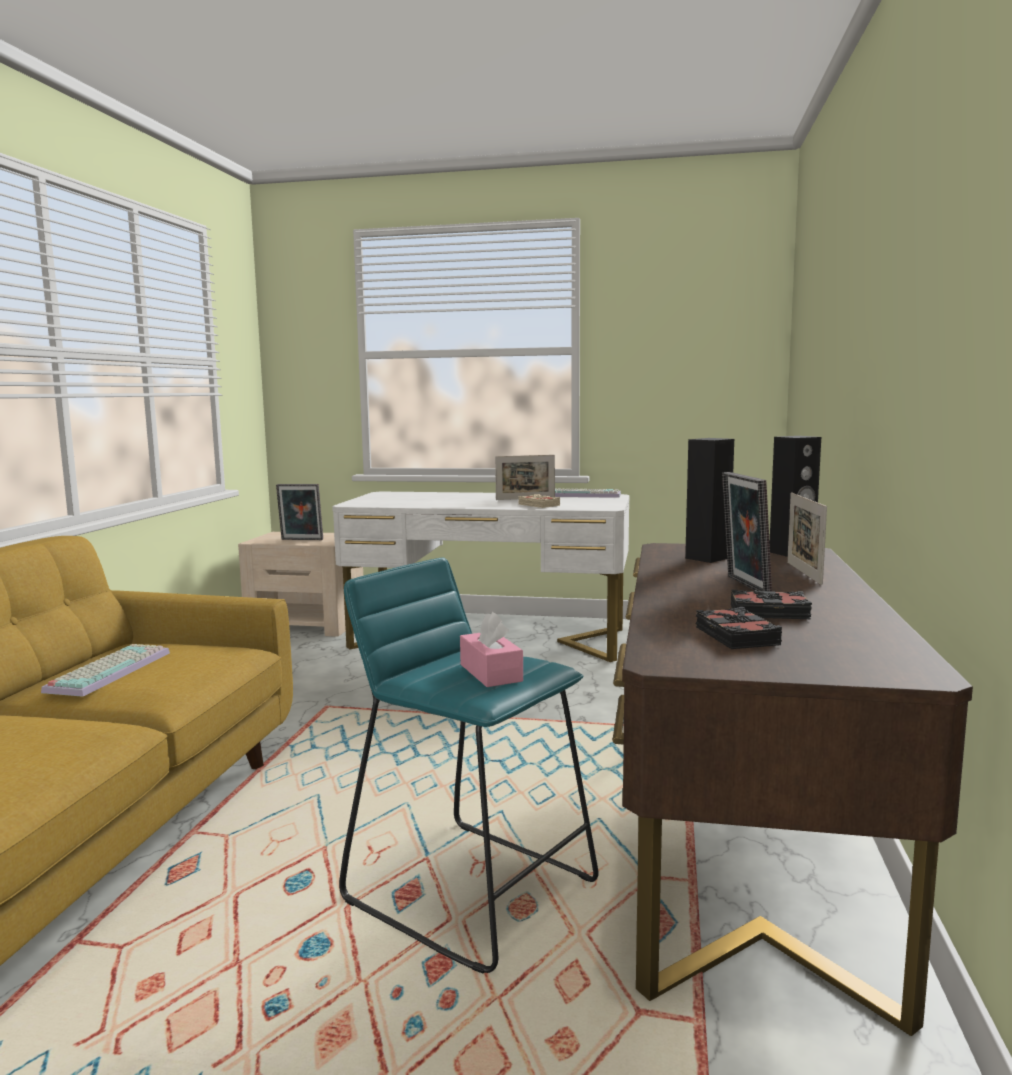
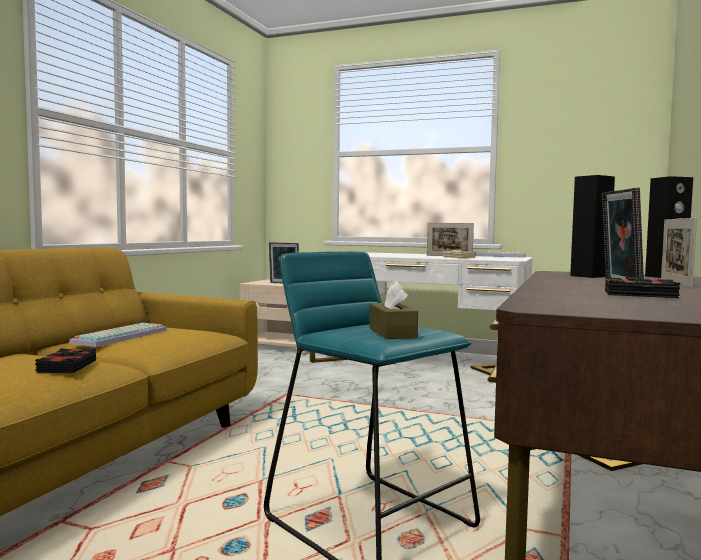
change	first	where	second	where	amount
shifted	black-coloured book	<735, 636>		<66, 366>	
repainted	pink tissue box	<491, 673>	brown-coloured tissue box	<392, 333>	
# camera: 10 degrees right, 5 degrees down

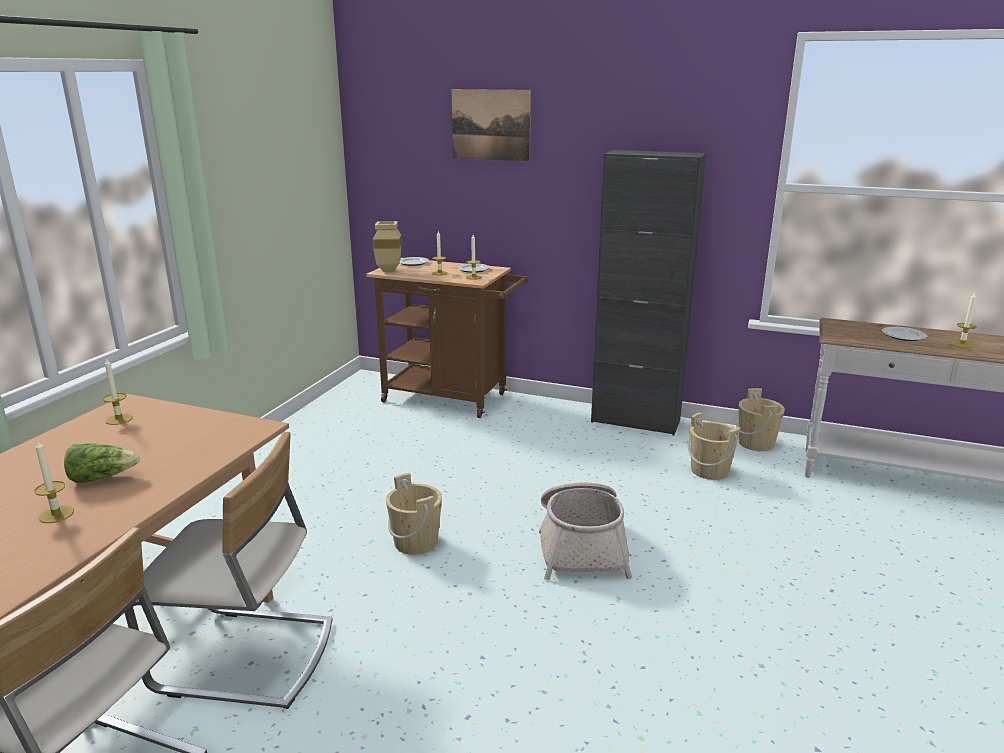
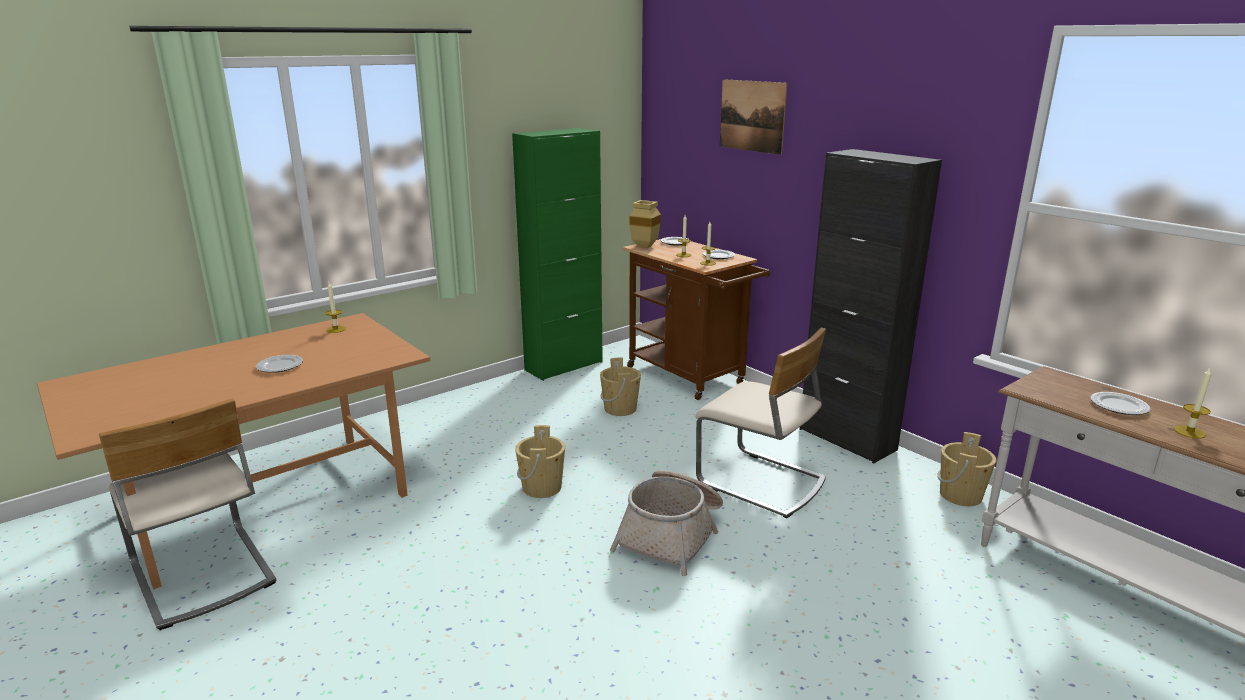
change	first	where	second	where	amount
swapped	lettuce head	<102, 478>	plate	<280, 366>	
new			green-coloured cupboard	<564, 366>	
shifted	beige water bucket	<709, 470>		<620, 409>	
shifted	beige plain chair	<244, 657>		<760, 482>	
gone	wax light	<56, 514>			
# camera: 30 degrees right, 0 degrees up

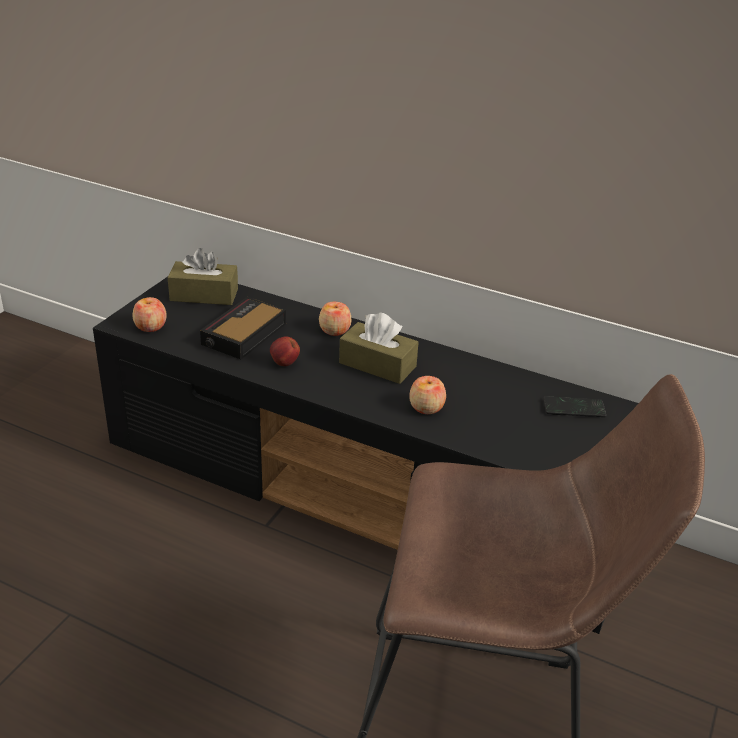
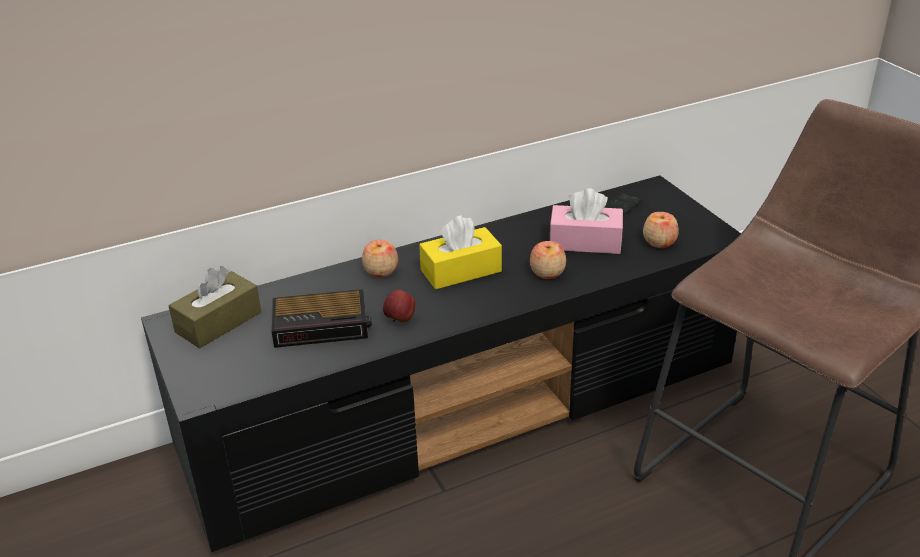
change	first	where	second	where	amount
rotated	bedside clock	<243, 335>		<323, 325>	75 degrees counterclockwise
repainted	brown-coloured tissue box	<377, 365>	yellow-coloured tissue box	<461, 271>	
new			pink tissue box	<585, 242>	
shifted	apple fruit	<150, 326>		<659, 242>	
# camera: 50 degrees left, 0 degrees up

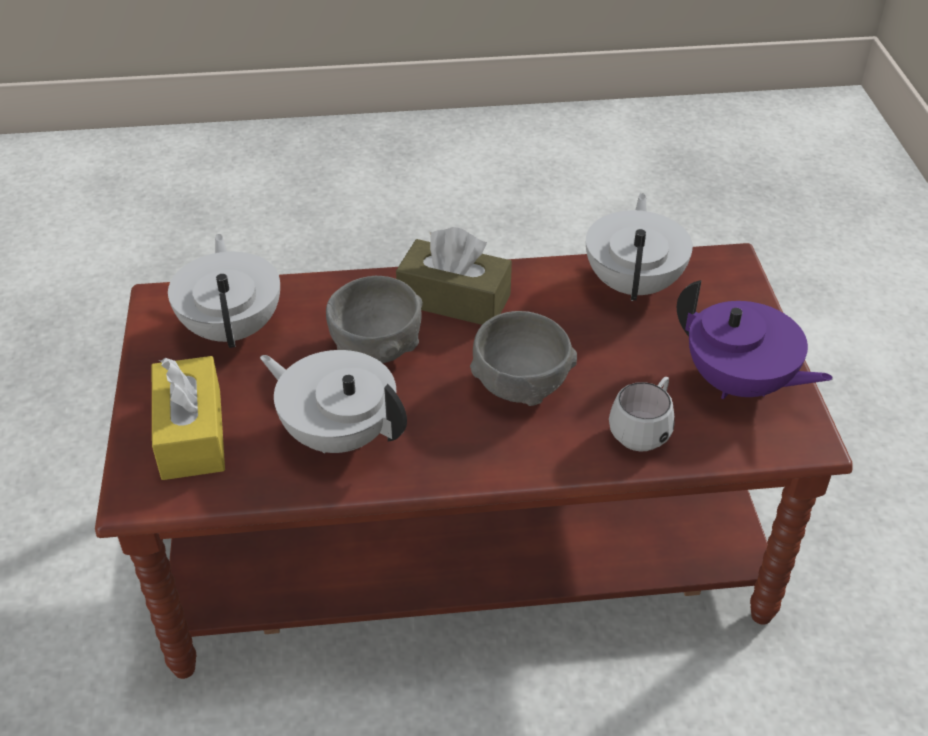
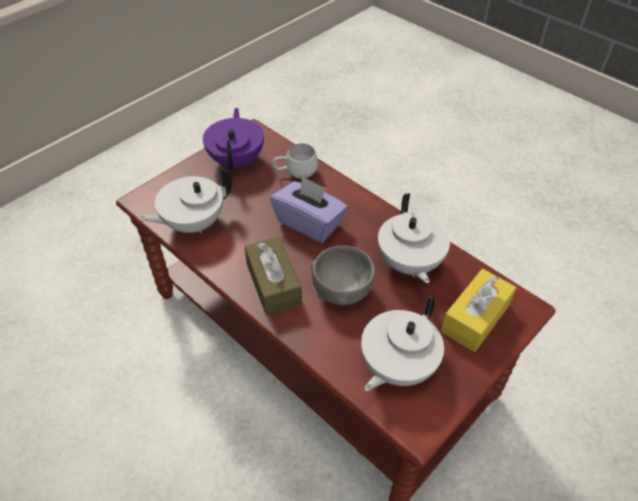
change	first	where	second	where	amount
swapped	grey bowl	<520, 384>	purple-coloured tissue box	<310, 223>	
# camera: 130 degrees left, 5 degrees up

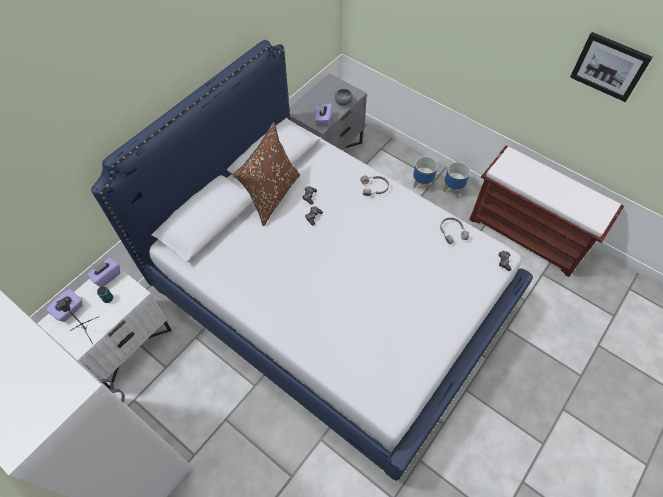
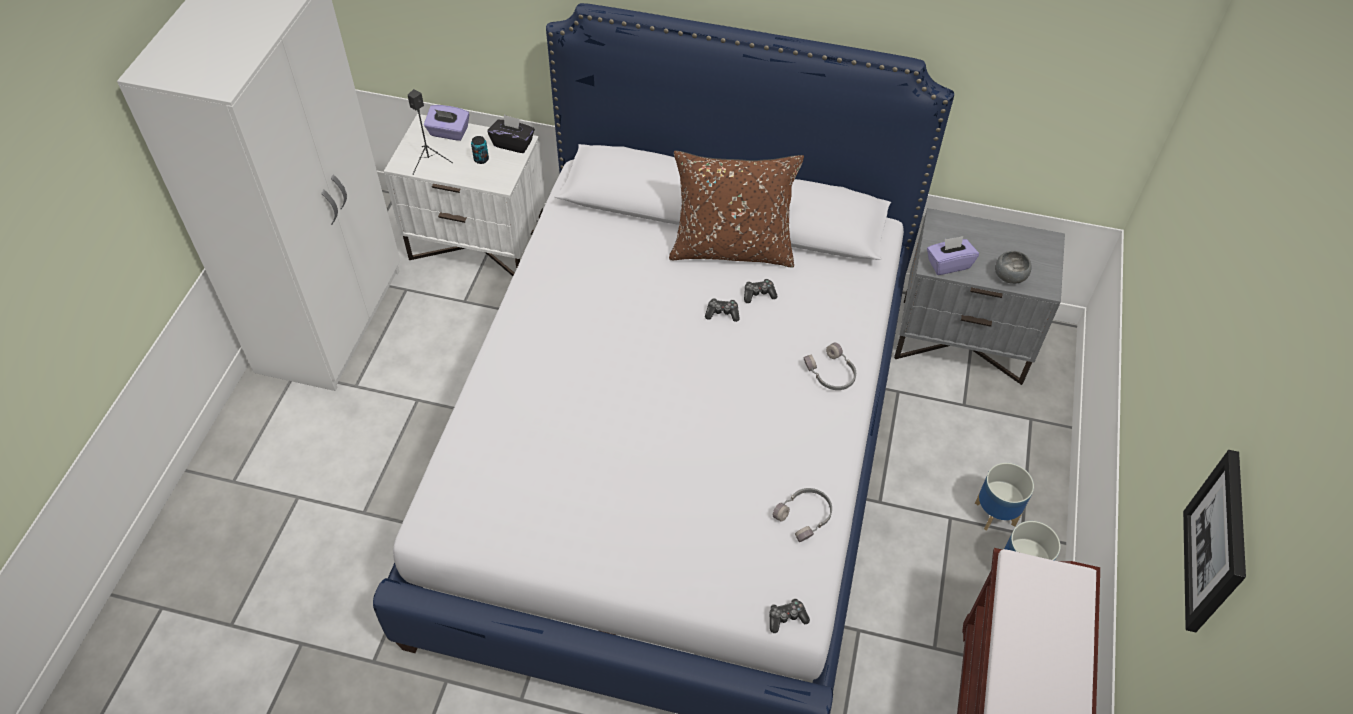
change	first	where	second	where	amount
repainted	purple-coloured tissue box	<107, 276>	black-coloured tissue box	<513, 143>	
# camera: 65 degrees right, 5 degrees down

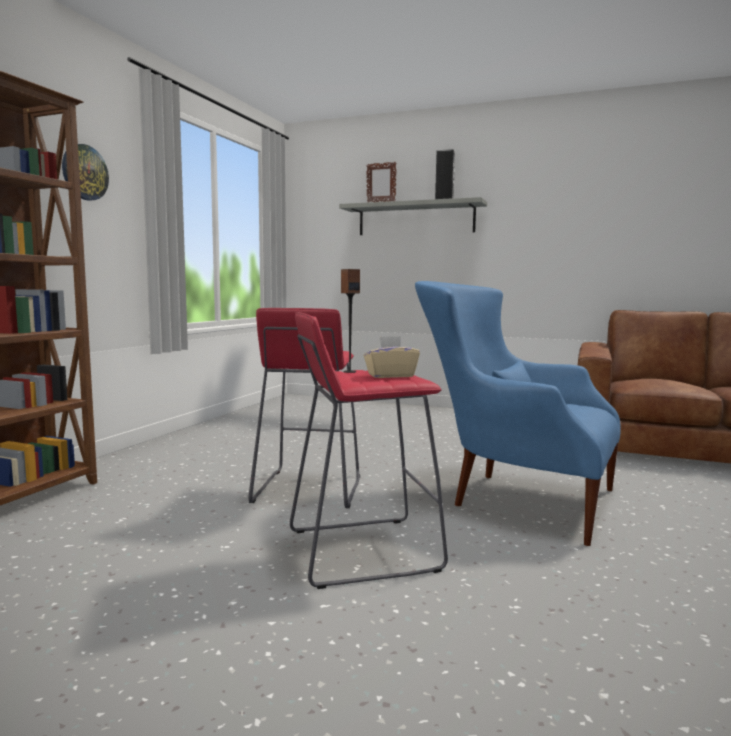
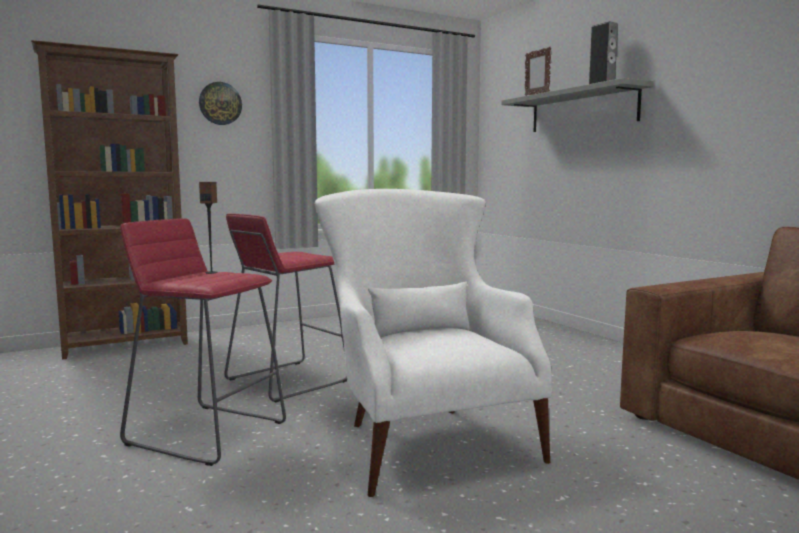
change	first	where	second	where	amount
repainted	blue-coloured armchair	<510, 497>	white armchair	<421, 434>	
gone	beige tissue box	<390, 375>			
# camera: 40 degrees right, 0 degrees up

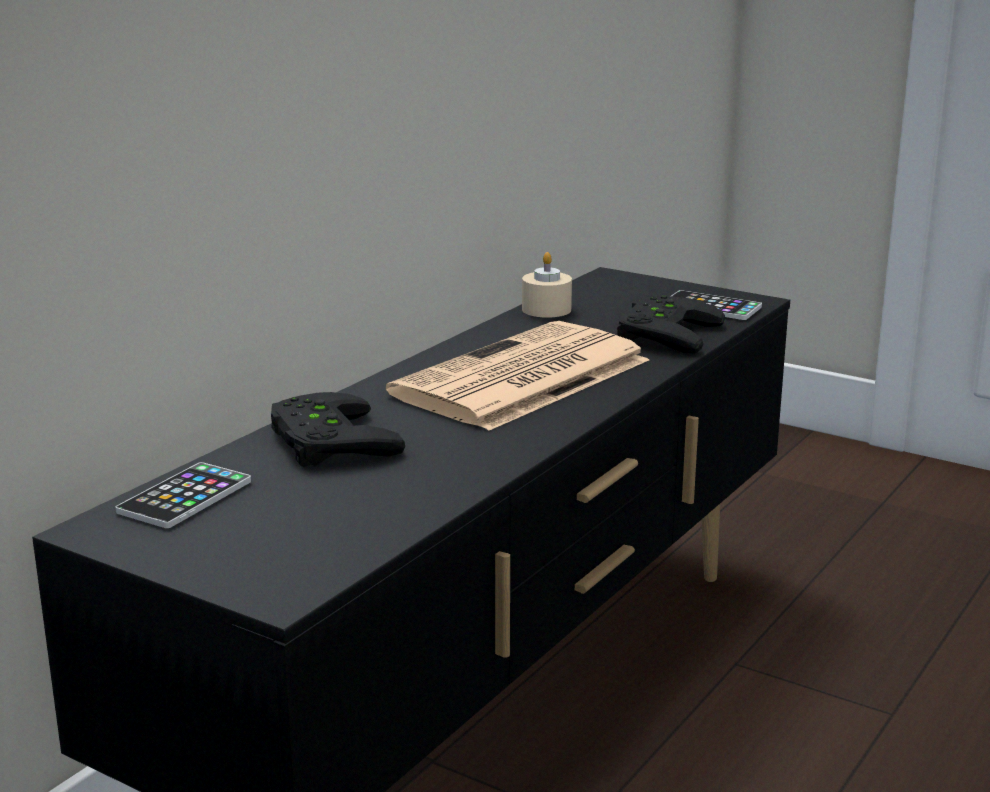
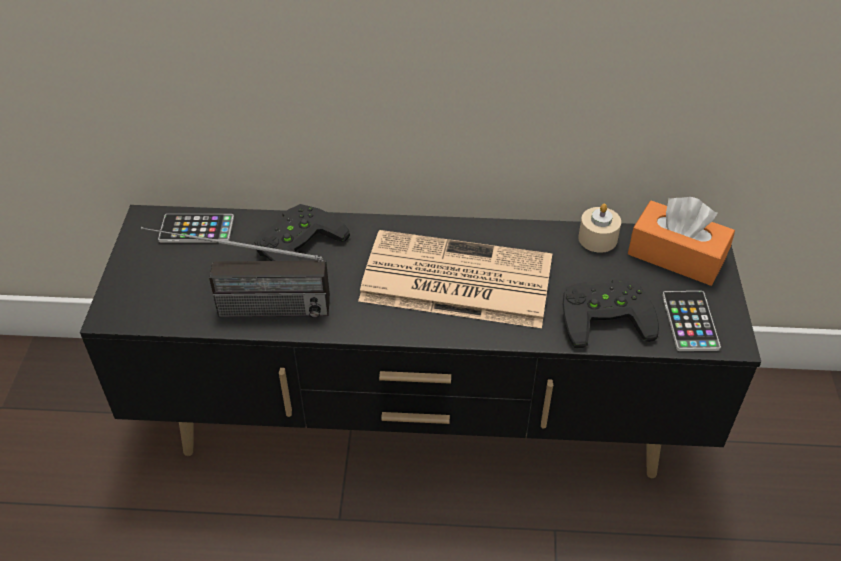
change	first	where	second	where	amount
new			radio receiver	<244, 309>	
new			orange tissue box	<676, 256>	
# camera: 60 degrees right, 25 degrees up

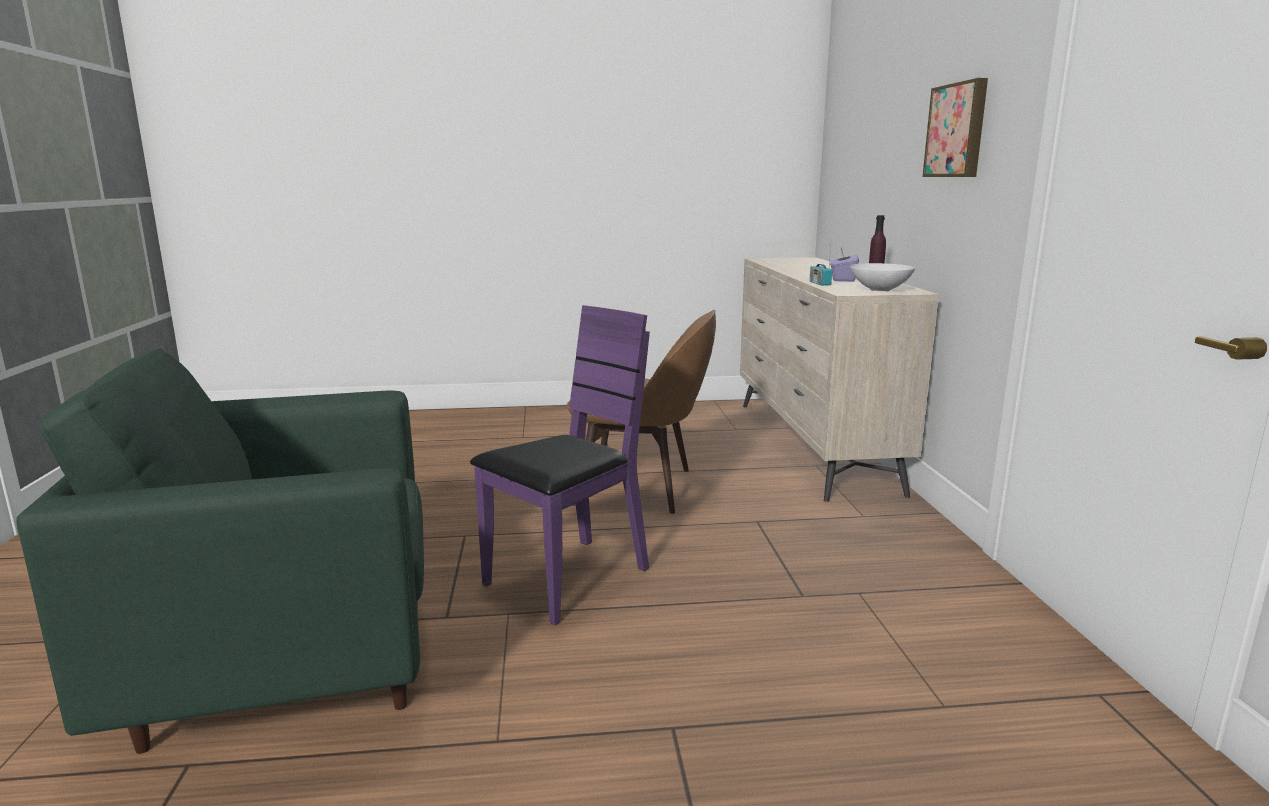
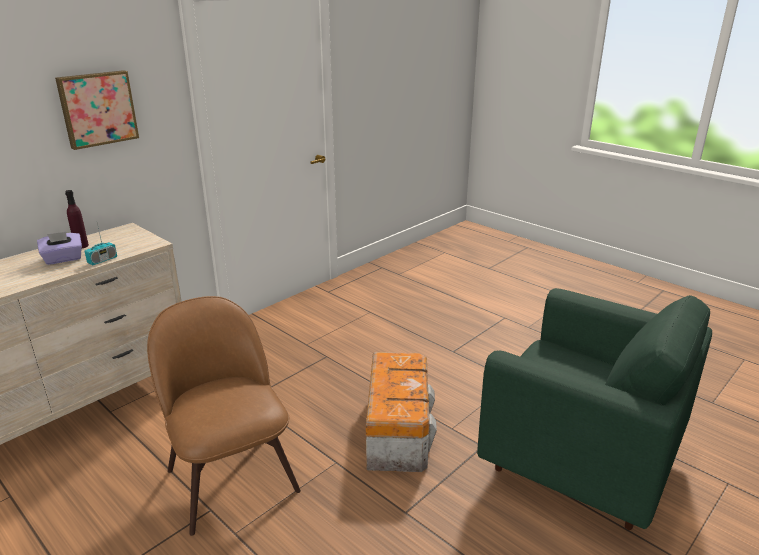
change	first	where	second	where	amount
swapped	purple-coloured plain chair	<567, 579>	storage container	<398, 429>	
gone	white bowl	<879, 290>			
# camera: 130 degrees left, 10 degrees up

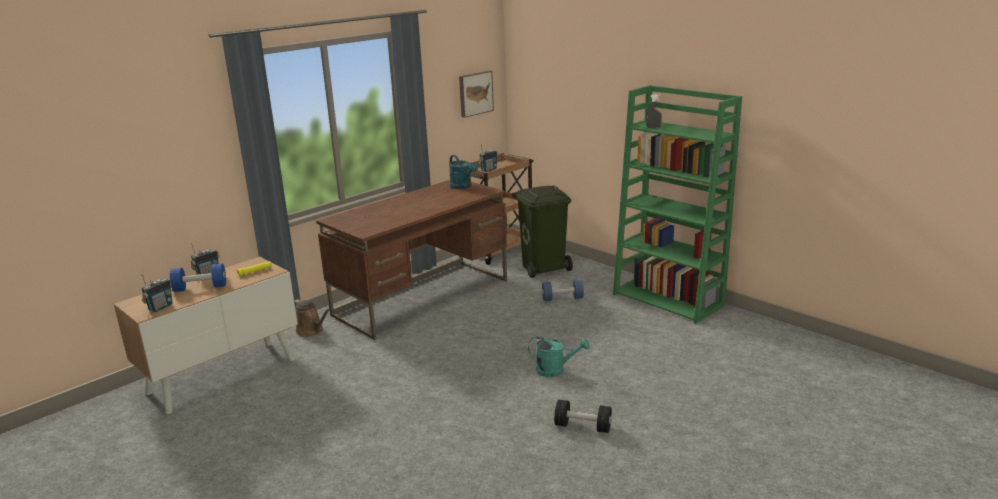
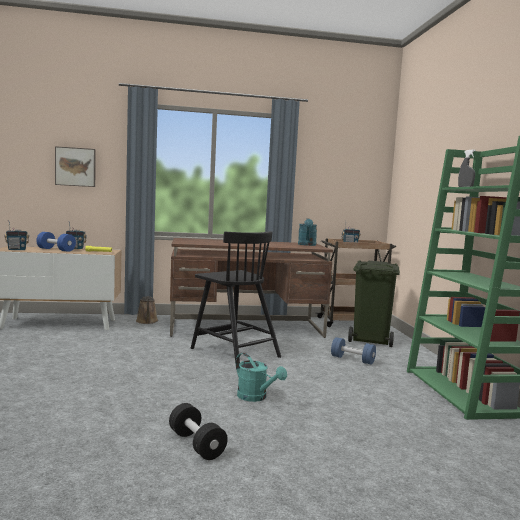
change	first	where	second	where	amount
shifted	wall art	<475, 93>		<76, 167>	
new			black-coloured plain chair	<234, 352>	
# camera: 35 degrees right, 15 degrees down

